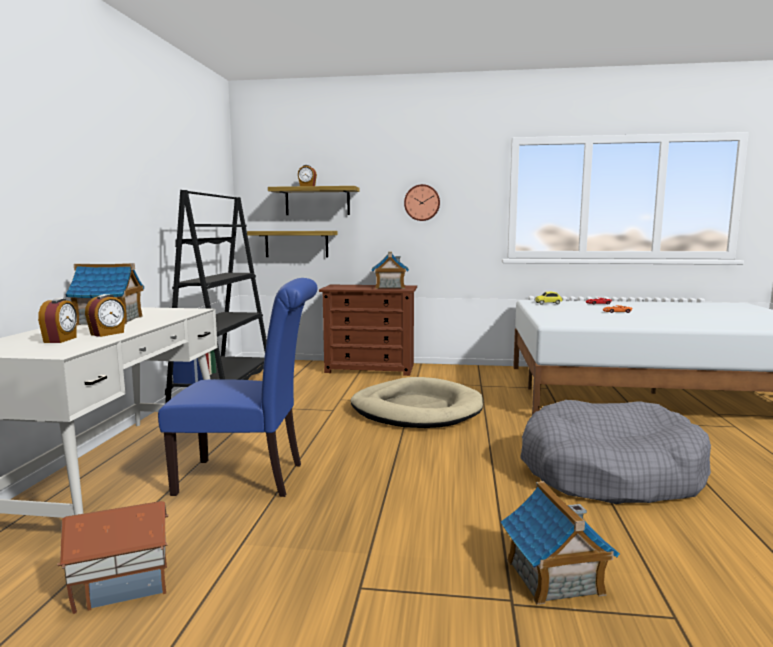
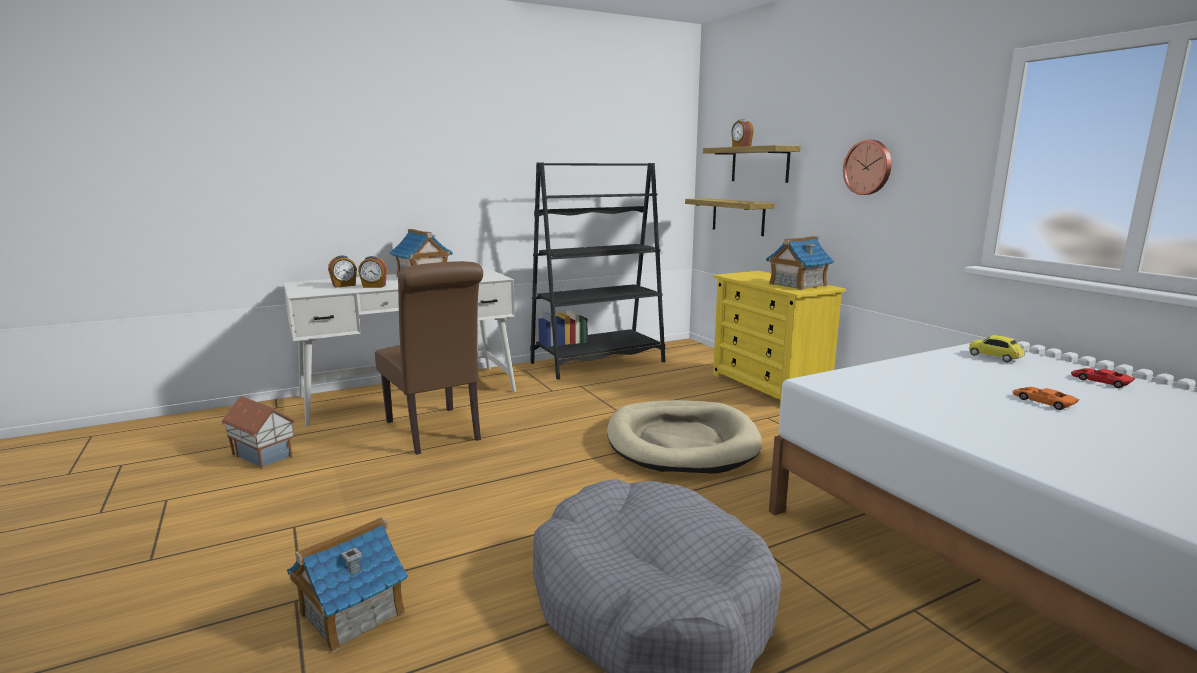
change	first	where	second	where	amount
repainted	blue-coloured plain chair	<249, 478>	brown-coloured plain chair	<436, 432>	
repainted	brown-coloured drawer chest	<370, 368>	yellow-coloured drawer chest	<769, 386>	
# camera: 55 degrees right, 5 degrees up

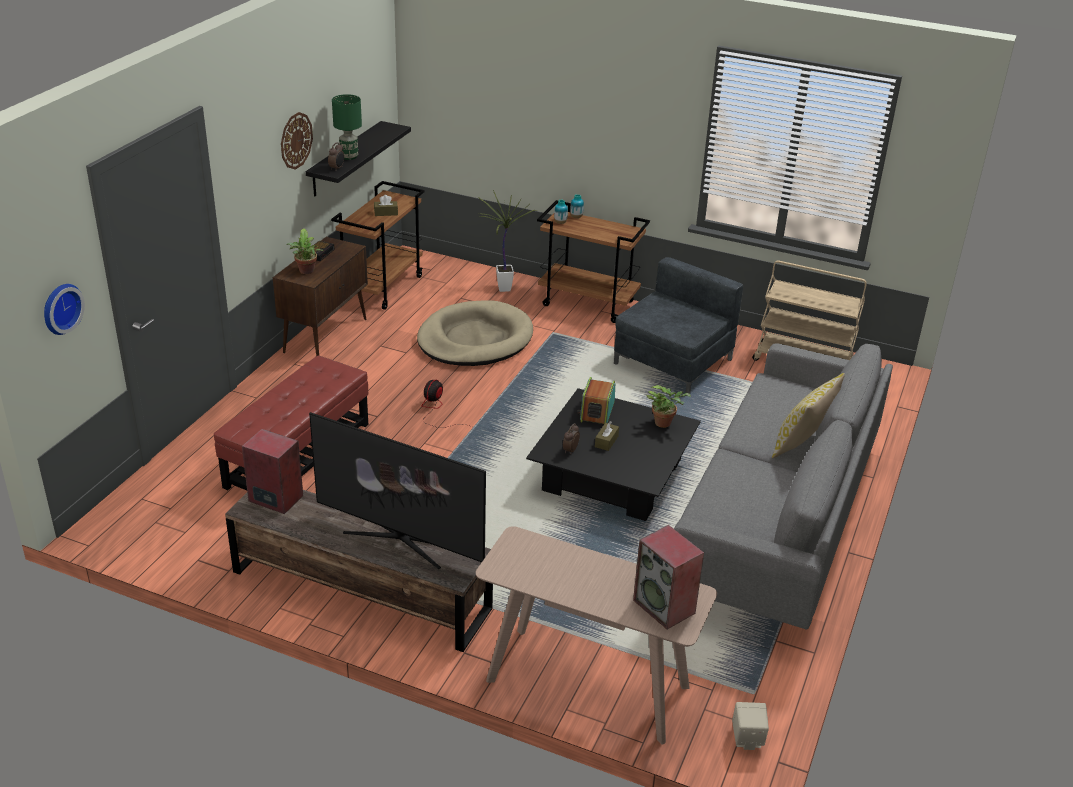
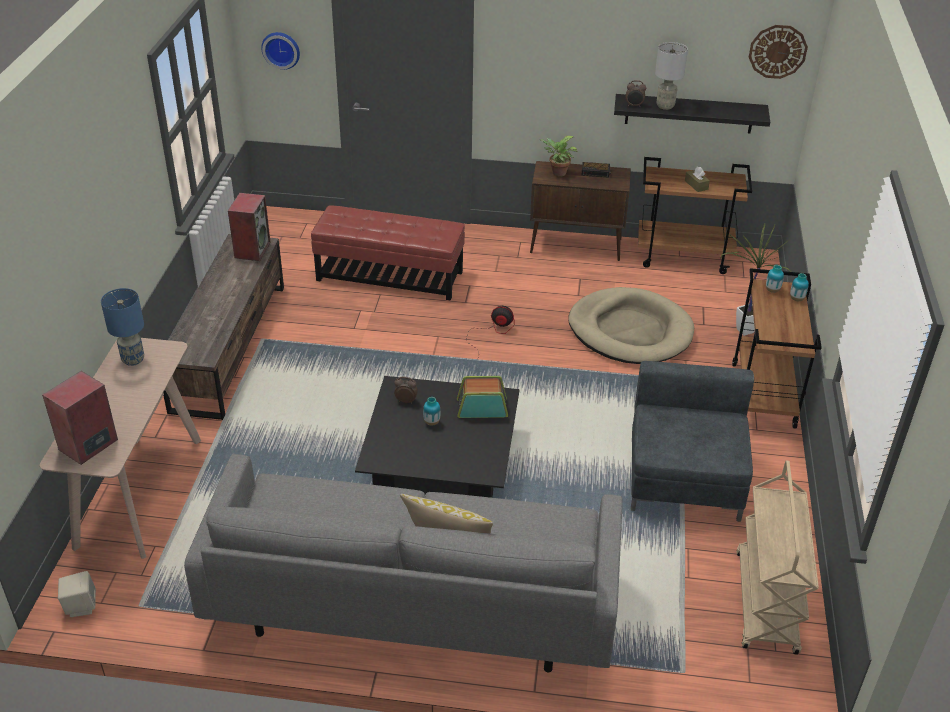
change	first	where	second	where	amount
new			blue-coloured table lamp	<133, 360>	
swapped	brown-coloured tissue box	<606, 441>	flower vase	<431, 422>	
rotated	grey armchair	<672, 362>		<683, 479>	105 degrees counterclockwise
repainted	green-coloured table lamp	<349, 157>	grey table lamp	<665, 106>	
shifted	hanging clock	<296, 140>		<777, 51>	
gone	TV set	<399, 539>			
gone	plant in a pot	<665, 423>			
# camera: 75 degrees right, 5 degrees up

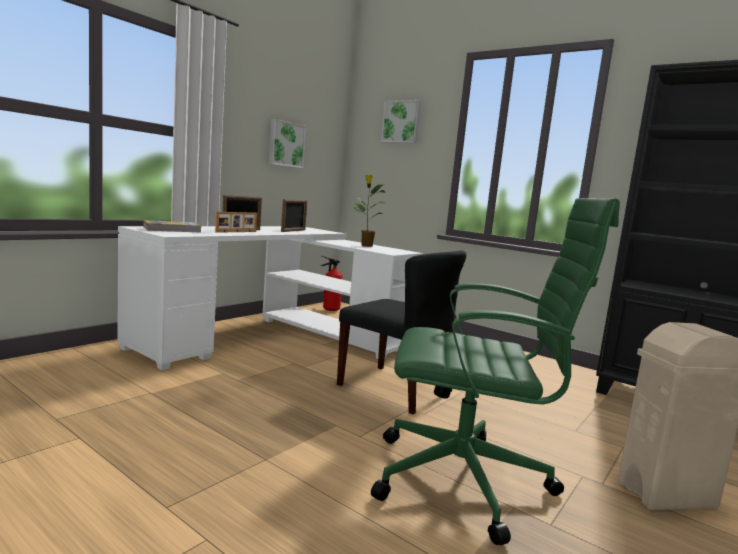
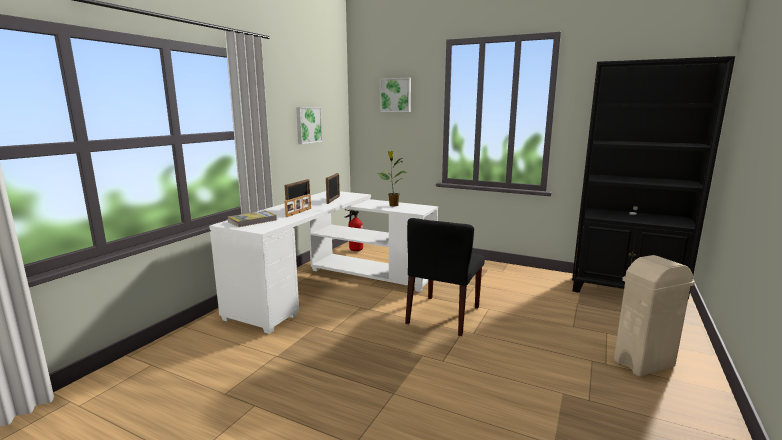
change	first	where	second	where	amount
rotated	black-coloured plain chair	<396, 388>		<443, 315>	90 degrees clockwise
gone	green-coloured computer chair	<467, 480>			
# camera: 10 degrees left, 5 degrees up

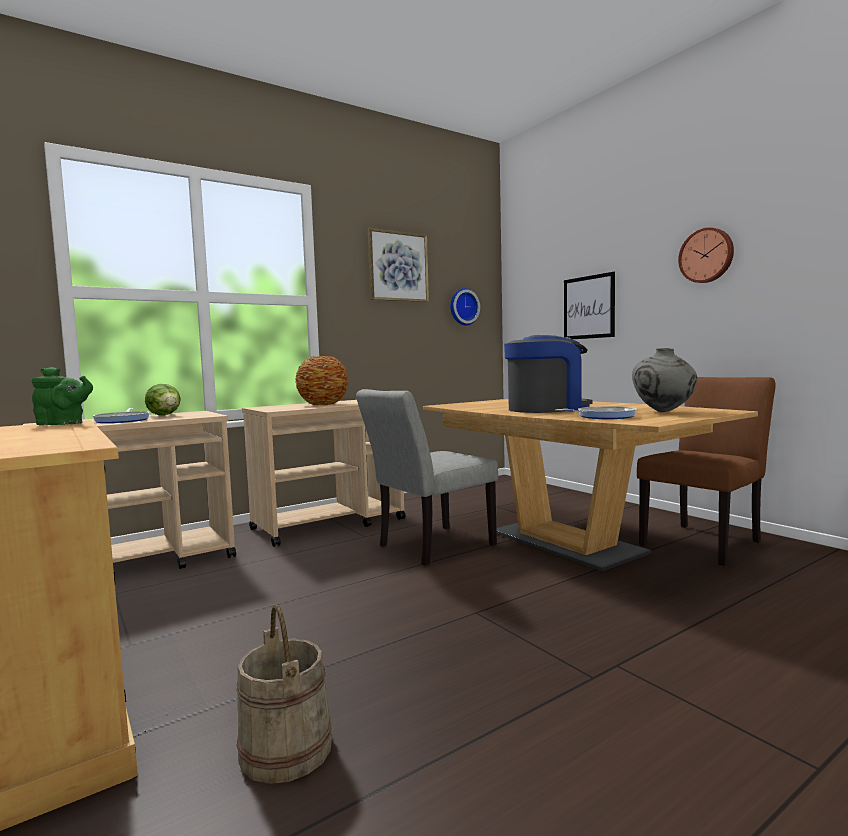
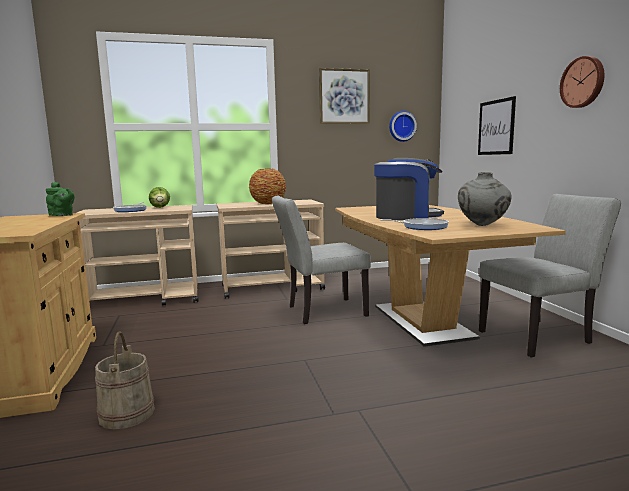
change	first	where	second	where	amount
repainted	brown-coloured plain chair	<705, 541>	grey plain chair	<540, 336>	
# camera: 20 degrees right, 5 degrees up

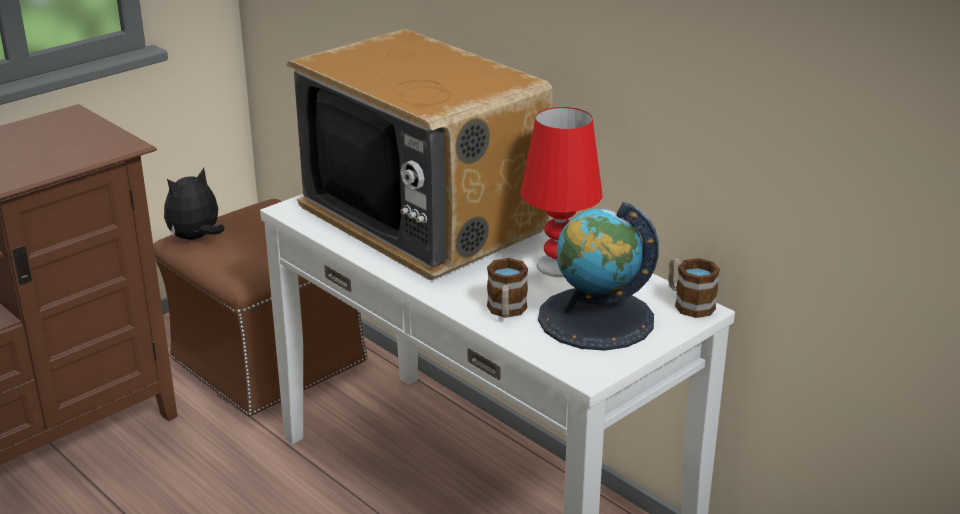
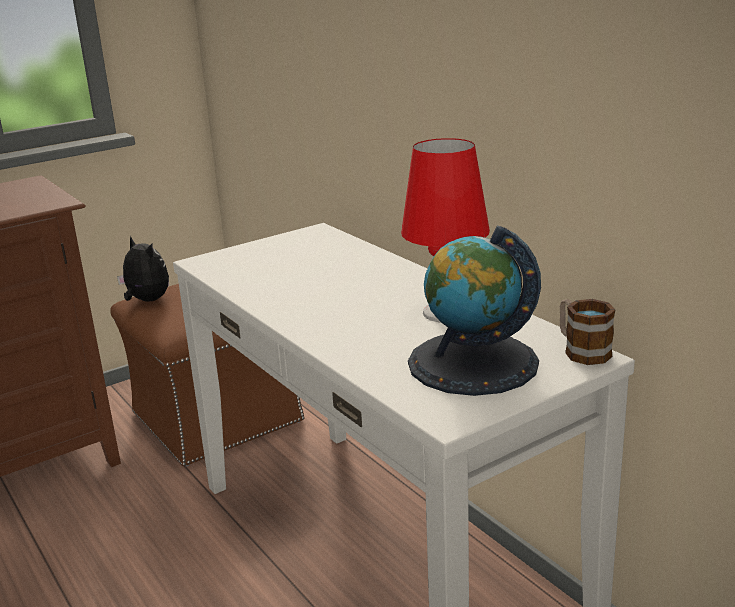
change	first	where	second	where	amount
rotated	cuddly toy	<196, 238>		<146, 300>	75 degrees clockwise
gone	TV set	<423, 217>			
gone	mug	<506, 311>			
# camera: 10 degrees right, 5 degrees down

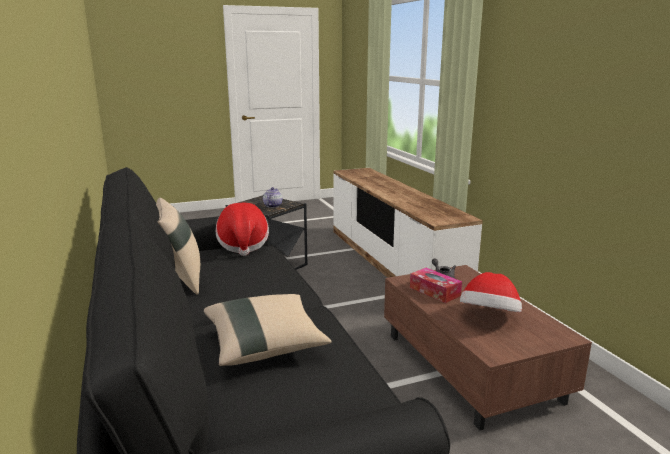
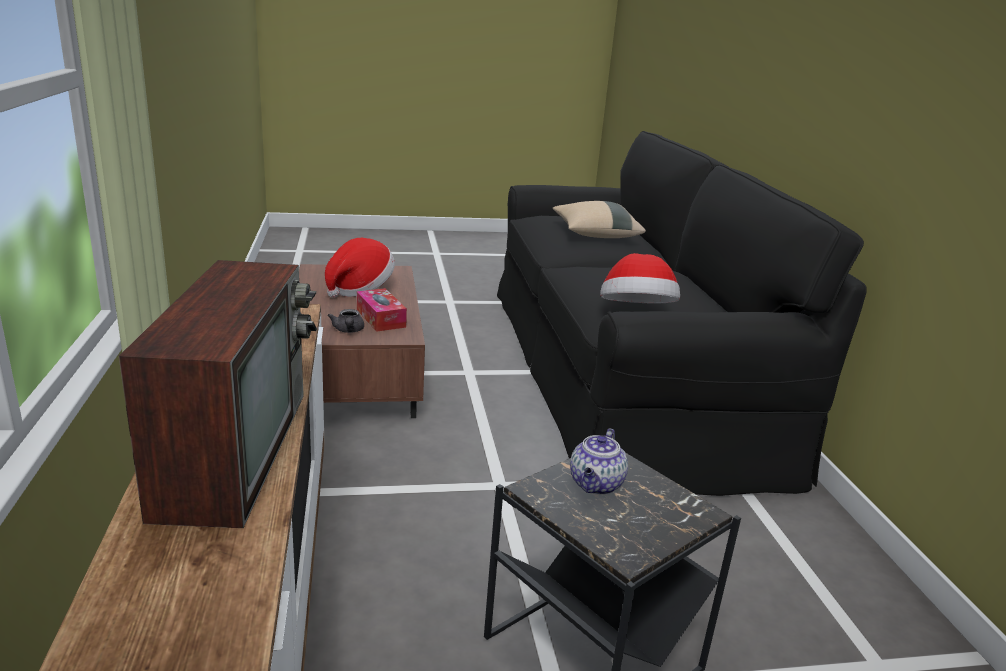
change	first	where	second	where	amount
new			TV set	<234, 448>	
gone	beige throw pillow	<180, 279>			
# camera: 170 degrees left, 5 degrees up

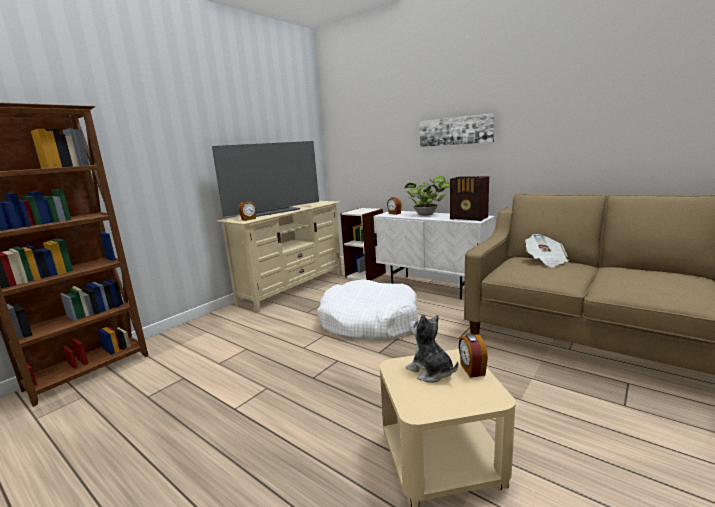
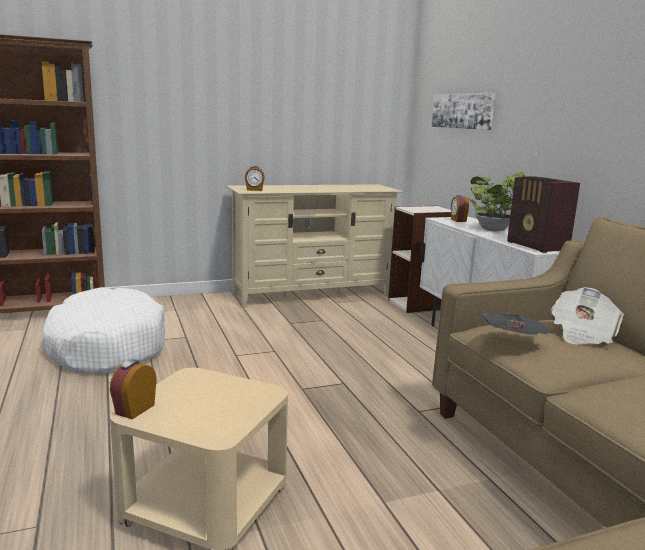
change	first	where	second	where	amount
shifted	white dog bed	<369, 322>		<106, 347>	
shifted	bedside clock	<471, 369>		<134, 409>	
shifted	wall art	<455, 131>		<462, 111>	
new			newspaper	<513, 343>	
gone	TV set	<272, 212>			
gone	cuddly toy	<430, 372>			
# camera: 30 degrees right, 0 degrees up

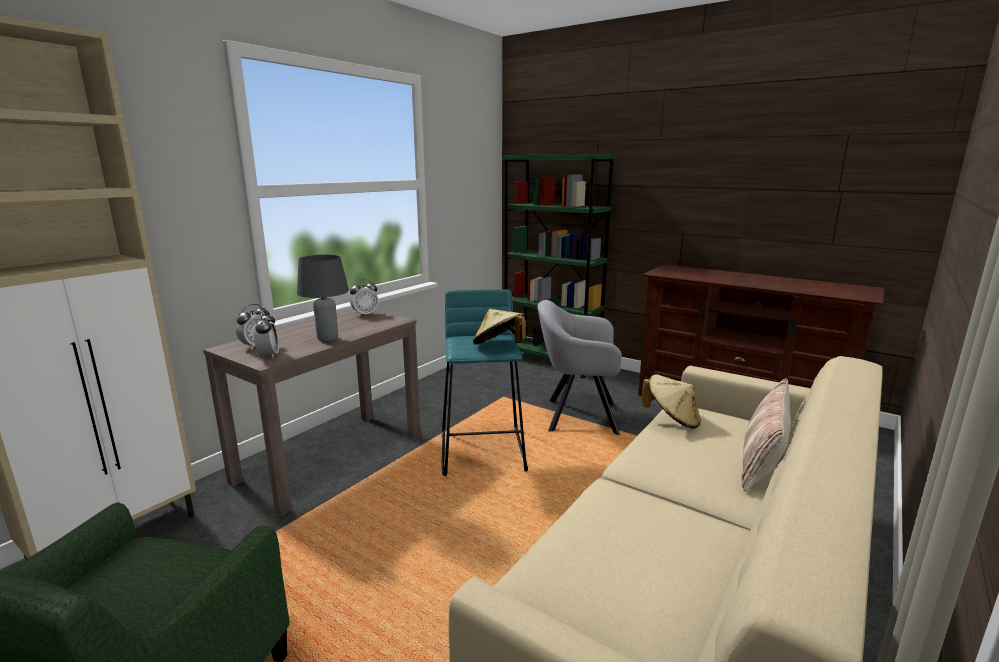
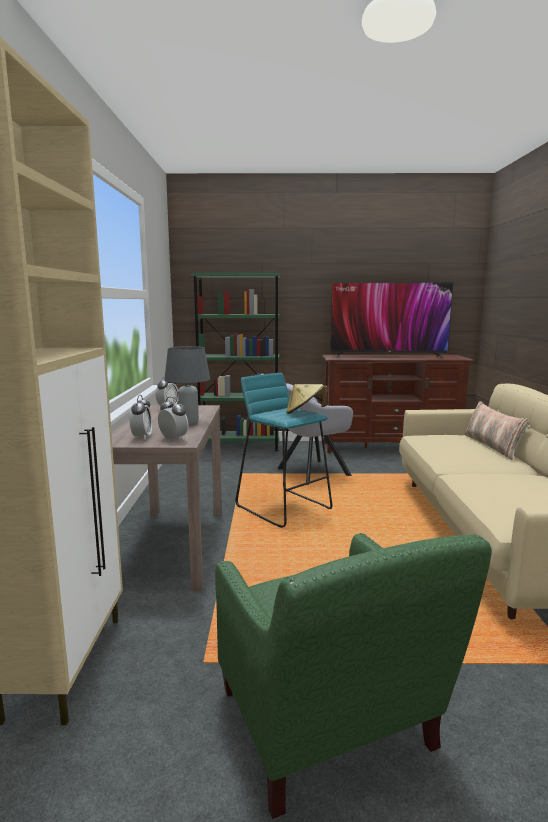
change	first	where	second	where	amount
new			TV set	<388, 356>	
gone	beige clothing hat	<672, 419>			
# camera: 35 degrees left, 5 degrees down

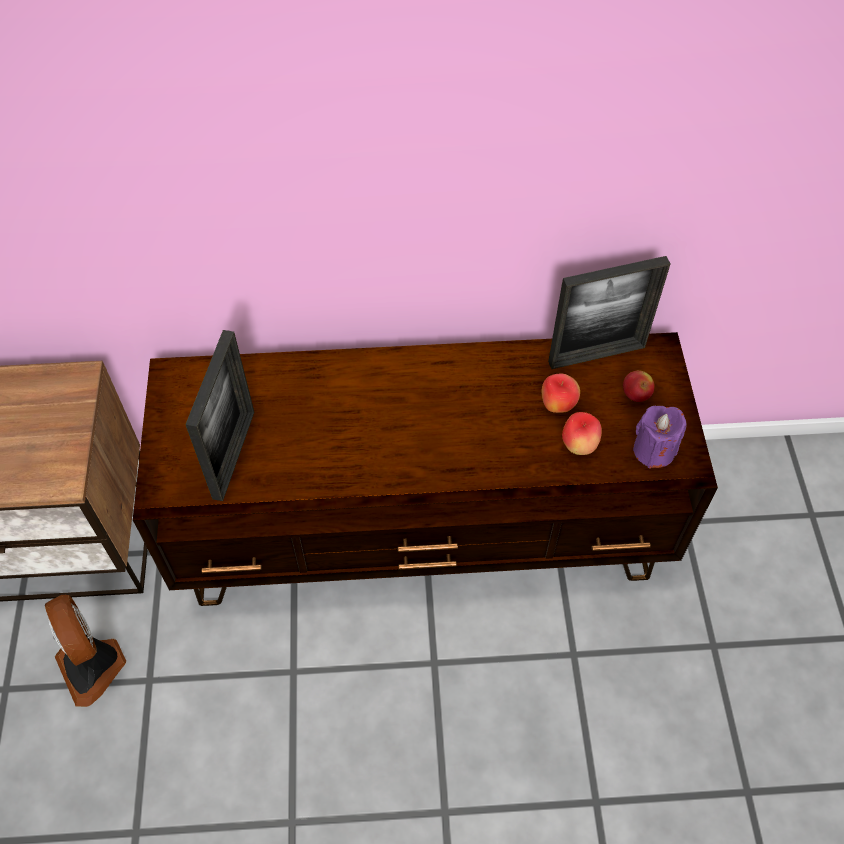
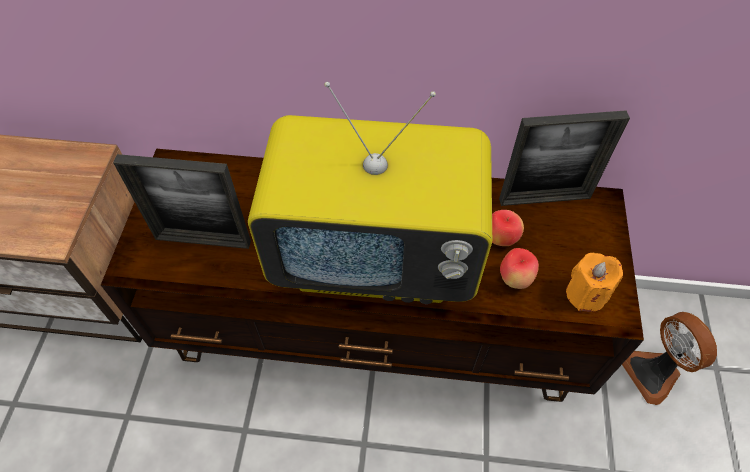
change	first	where	second	where	amount
rotated	photo frame	<234, 454>		<203, 240>	75 degrees clockwise
new			TV set	<377, 257>	
repainted	purple-coloured wax light	<654, 450>	orange wax light	<586, 294>	
shifted	cooling fan	<94, 666>		<653, 372>	
gone	apple fruit	<635, 395>			
# camera: 10 degrees right, 0 degrees up

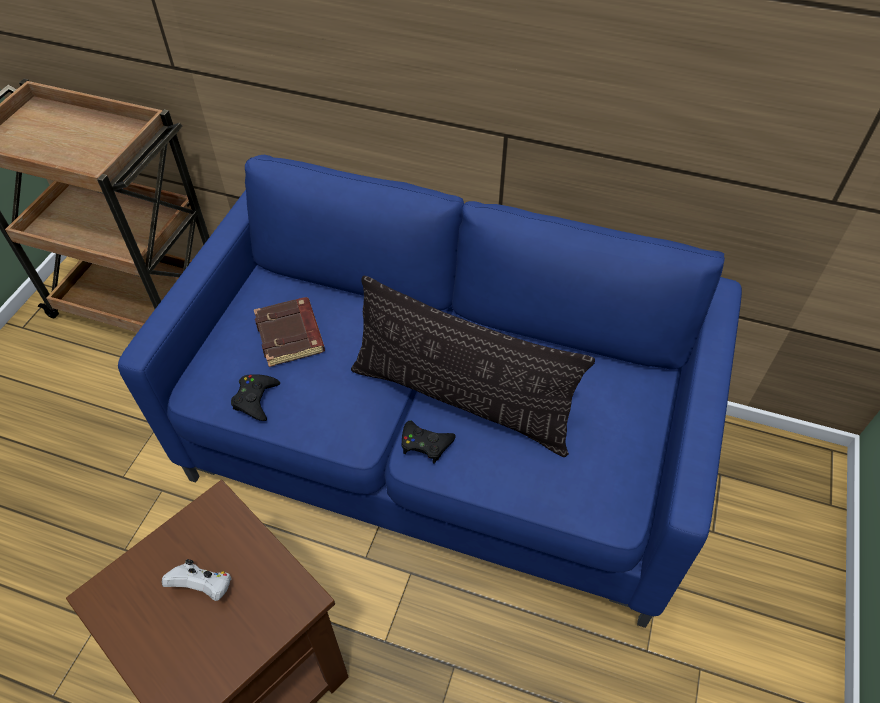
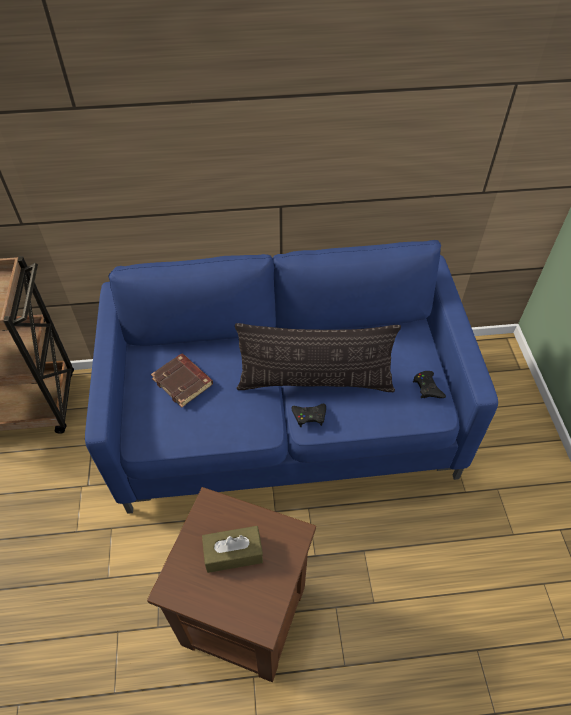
change	first	where	second	where	amount
swapped	white joypad	<204, 587>	brown-coloured tissue box	<233, 553>	
shifted	black-coloured joypad	<255, 399>		<427, 387>	
# camera: 25 degrees left, 0 degrees up

